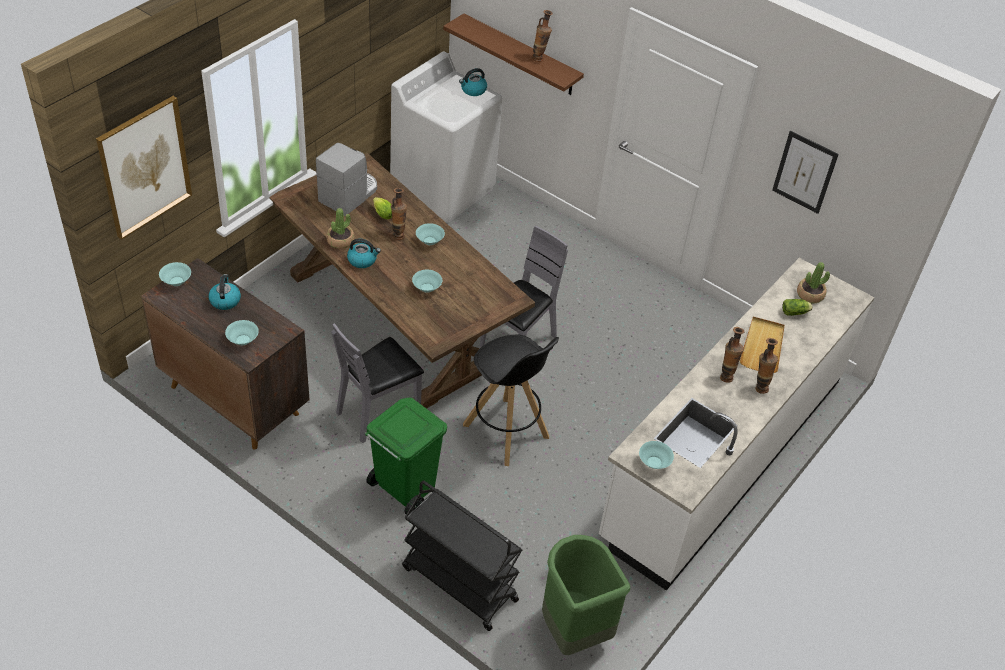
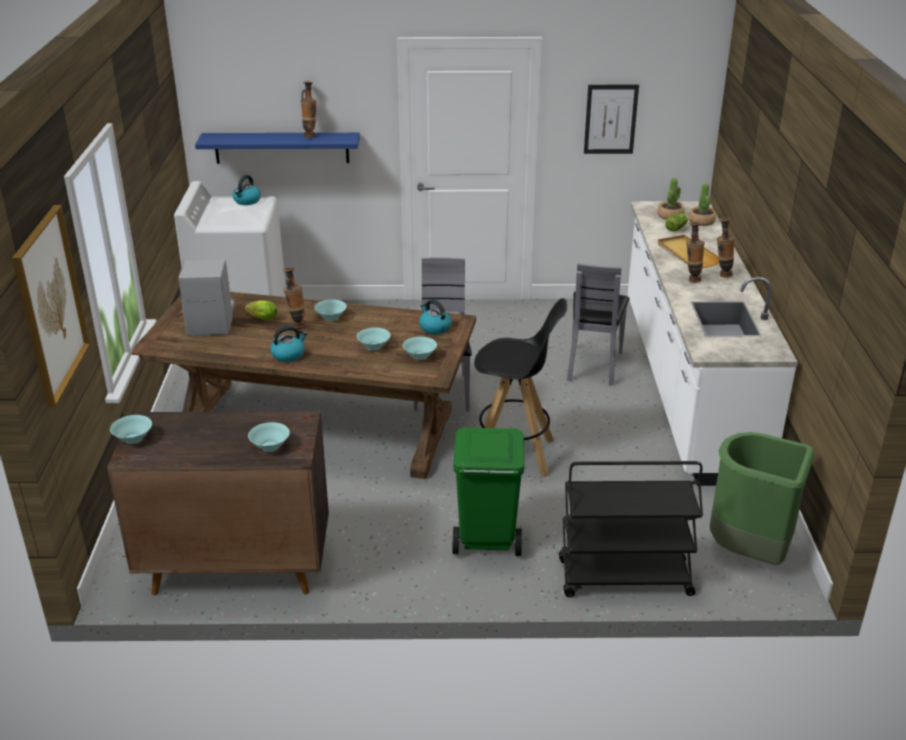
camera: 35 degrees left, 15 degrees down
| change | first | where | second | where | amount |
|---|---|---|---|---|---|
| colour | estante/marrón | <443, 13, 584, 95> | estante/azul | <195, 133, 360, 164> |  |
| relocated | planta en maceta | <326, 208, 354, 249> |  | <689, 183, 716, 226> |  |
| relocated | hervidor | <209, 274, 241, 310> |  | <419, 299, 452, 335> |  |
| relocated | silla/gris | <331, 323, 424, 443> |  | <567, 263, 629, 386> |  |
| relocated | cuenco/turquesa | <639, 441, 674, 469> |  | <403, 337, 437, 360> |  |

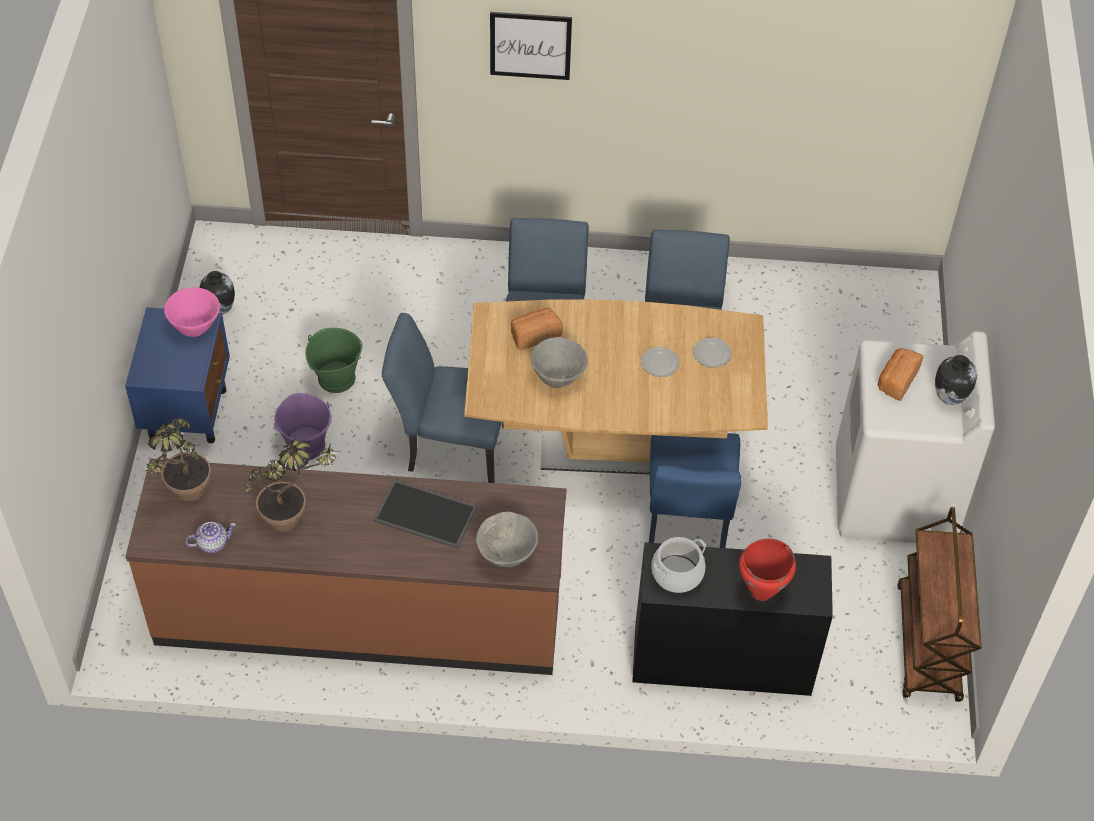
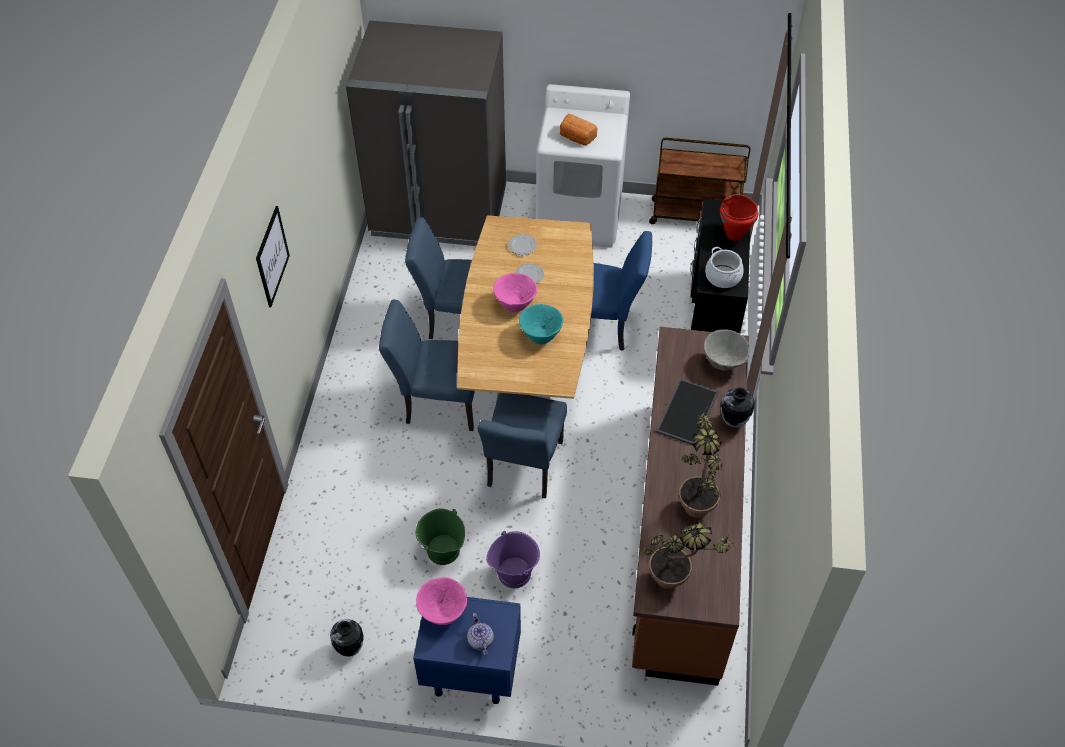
camera: 85 degrees left, 0 degrees up
| change | first | where | second | where | amount |
|---|---|---|---|---|---|
| missing | pan | <511, 308, 563, 350> |  |  |  |
| colour | cuenco/gris | <531, 337, 588, 388> | cuenco/turquesa | <519, 304, 563, 344> |  |
| relocated | florero | <935, 355, 977, 405> |  | <721, 387, 755, 427> |  |
| relocated | tetera | <185, 522, 236, 553> |  | <467, 613, 494, 656> |  |
| appeared |  |  | nevera/gris | <346, 21, 506, 246> |  |
| appeared |  |  | cuenco/rosa | <493, 273, 537, 312> |  |

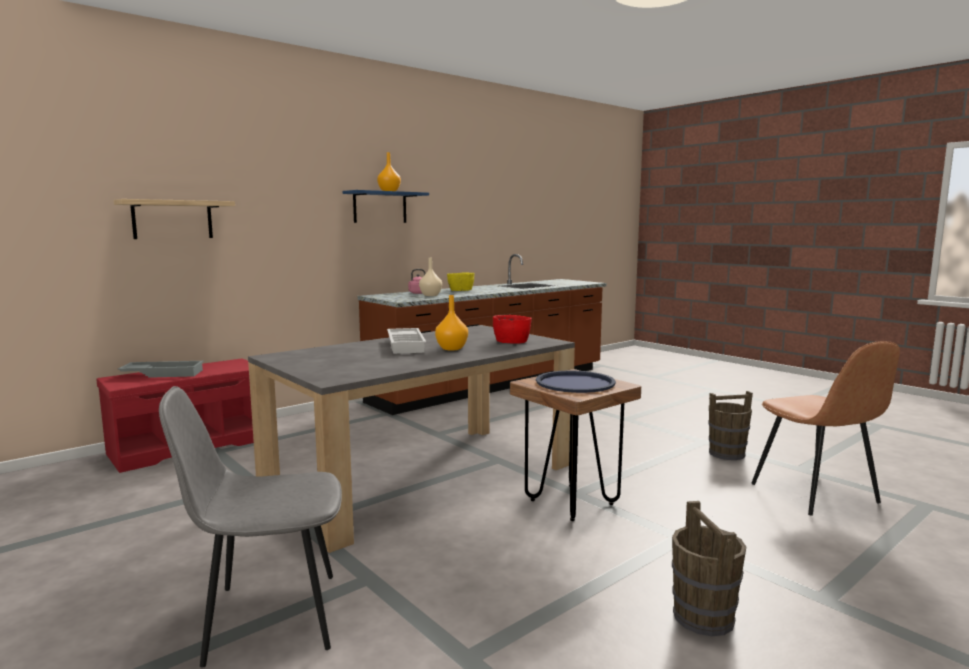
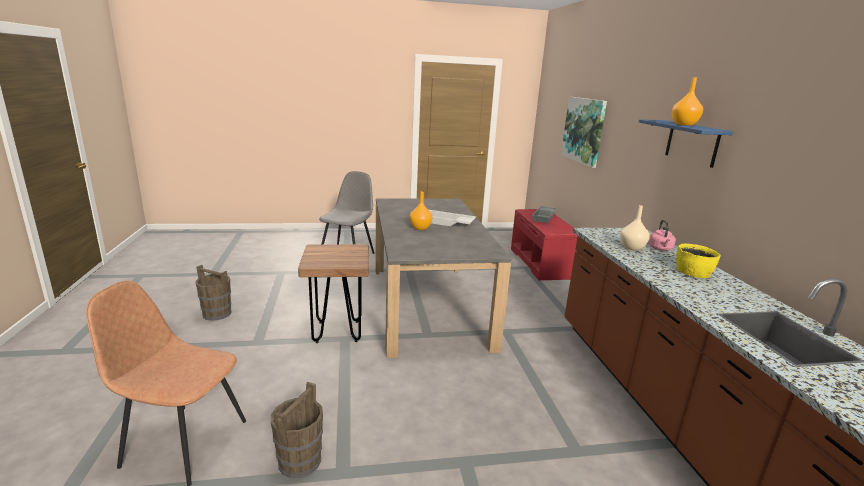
camera: 120 degrees right, 10 degrees up
| change | first | where | second | where | amount |
|---|---|---|---|---|---|
| exchanged | estante | <114, 199, 235, 239> | cuadro | <561, 97, 607, 168> |  |
| missing | cuenco/rojo | <493, 315, 532, 344> |  |  |  |
| missing | bandeja/azul | <536, 370, 616, 393> |  |  |  |

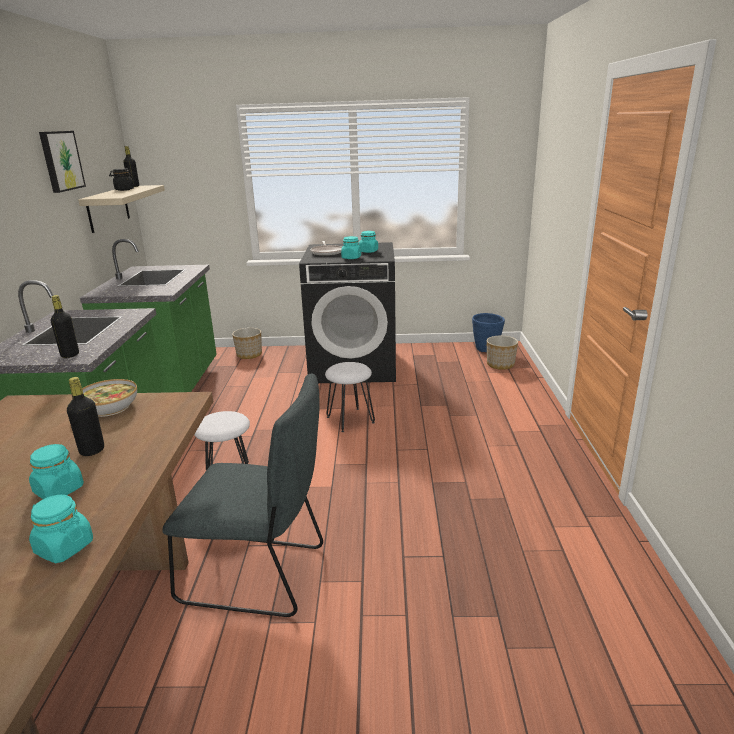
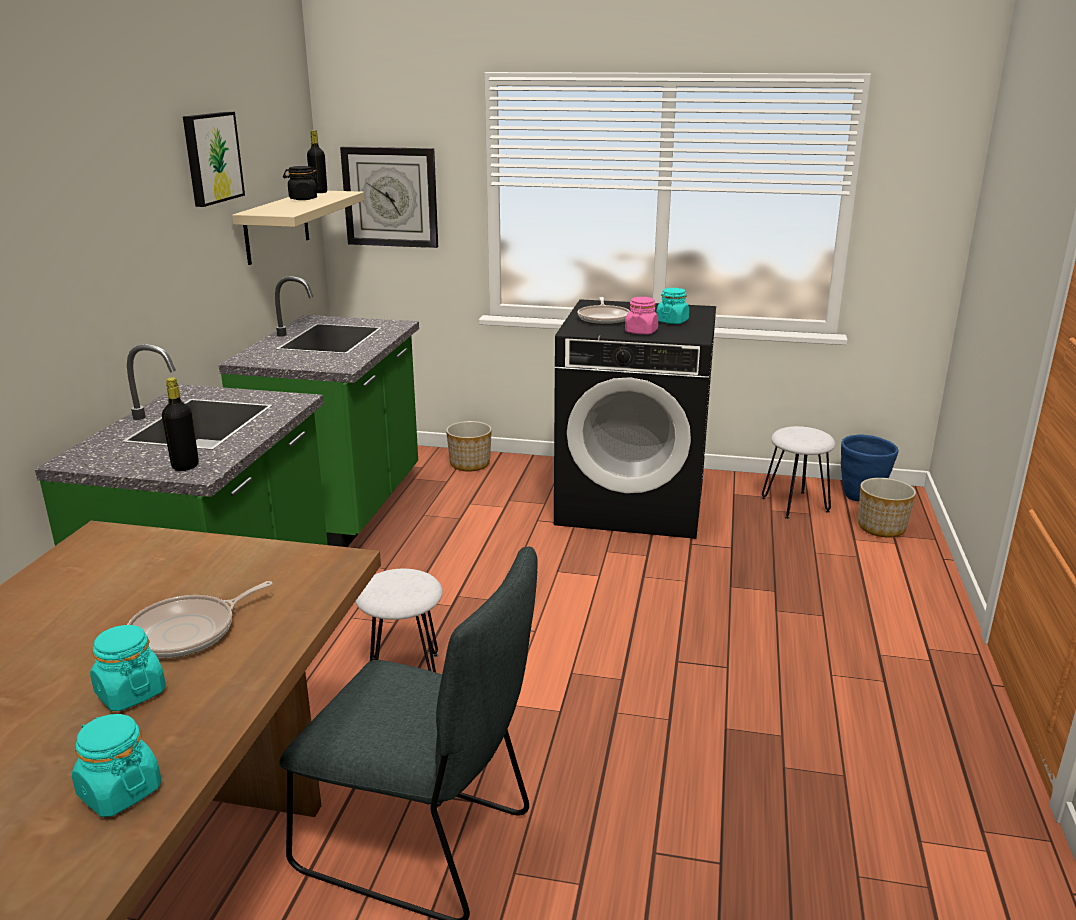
camera: 10 degrees right, 0 degrees up
| change | first | where | second | where | amount |
|---|---|---|---|---|---|
| colour | tarro/turquesa | <341, 236, 361, 259> | tarro/rosa | <625, 297, 658, 334> |  |
| relocated | taburete/blanco | <325, 362, 375, 432> |  | <762, 426, 836, 519> |  |
| exchanged | botella/negro | <67, 377, 104, 456> | sartén | <127, 581, 273, 658> |  |
| missing | cuenco | <82, 379, 137, 417> |  |  |  |
| appeared |  |  | reloj de pared | <340, 147, 438, 248> |  |

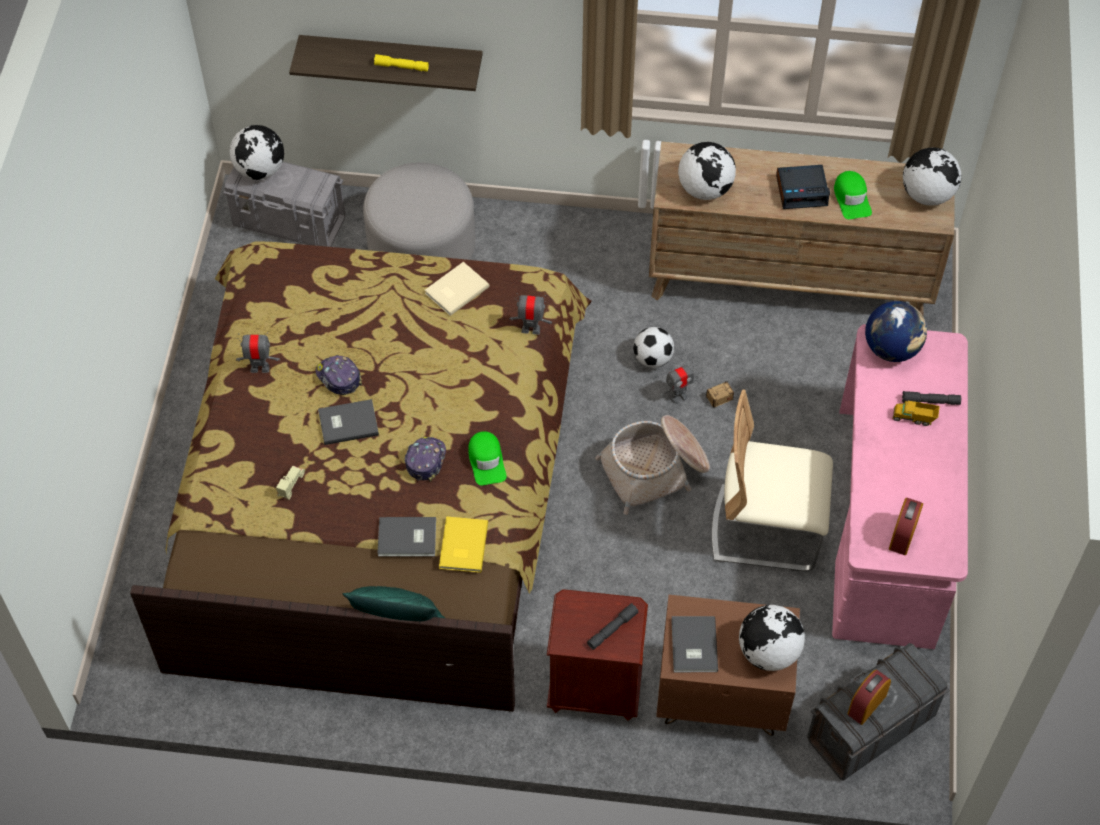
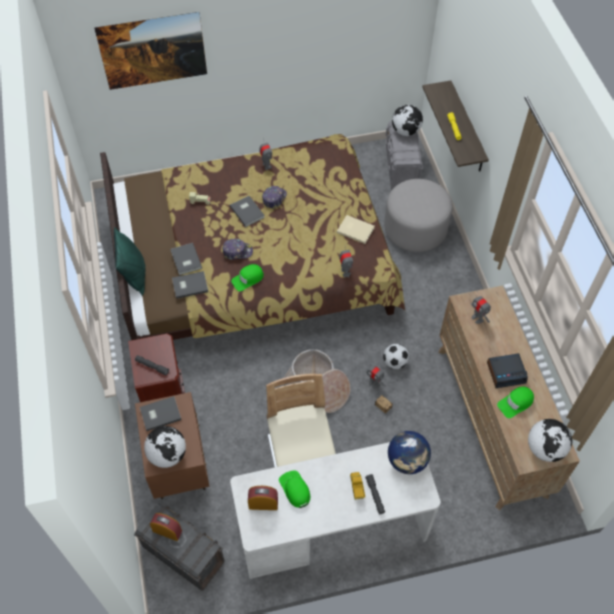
camera: 70 degrees right, 0 degrees up
| change | first | where | second | where | amount |
|---|---|---|---|---|---|
| exchanged | globo terráqueo | <678, 142, 736, 200> | robot de juguete | <470, 291, 491, 324> |  |
| spun | despertador | <776, 165, 830, 209> |  | <487, 353, 528, 388> | 75 degrees counterclockwise |
| colour | escritorio/rosa | <832, 324, 968, 649> | escritorio/blanco | <230, 442, 441, 579> |  |
| colour | libro/amarillo | <439, 516, 488, 573> | libro/gris | <172, 271, 208, 299> |  |
| appeared |  |  | cuadro | <94, 12, 207, 90> |  |
| appeared |  |  | gorra/verde | <279, 471, 310, 508> |  |

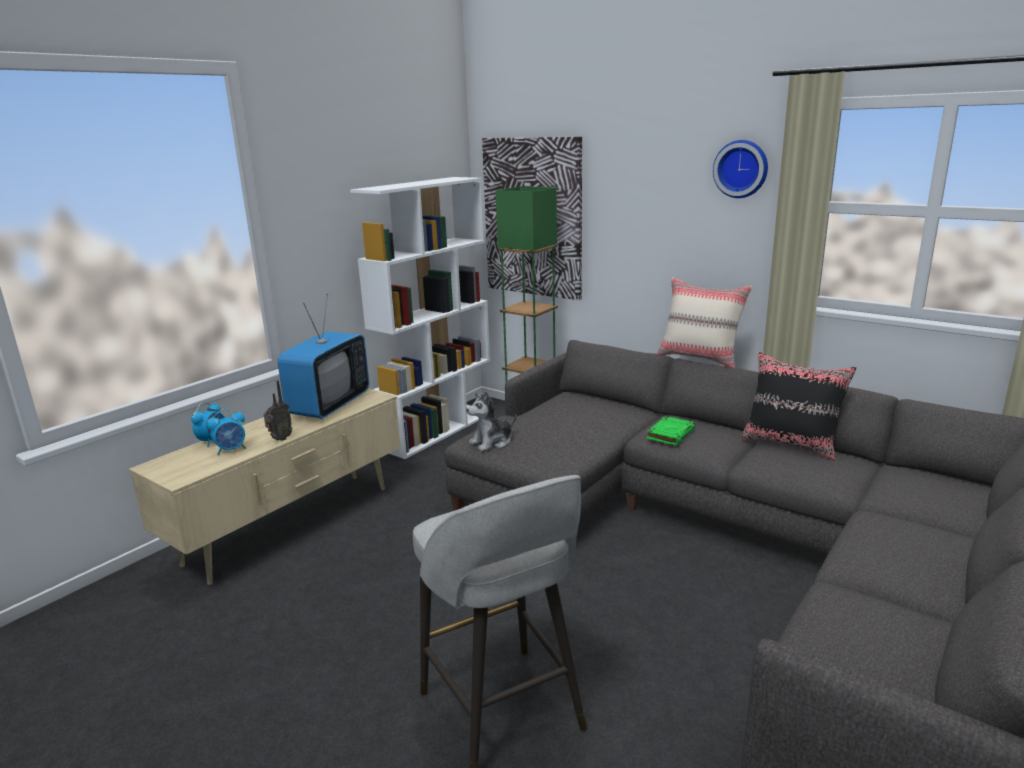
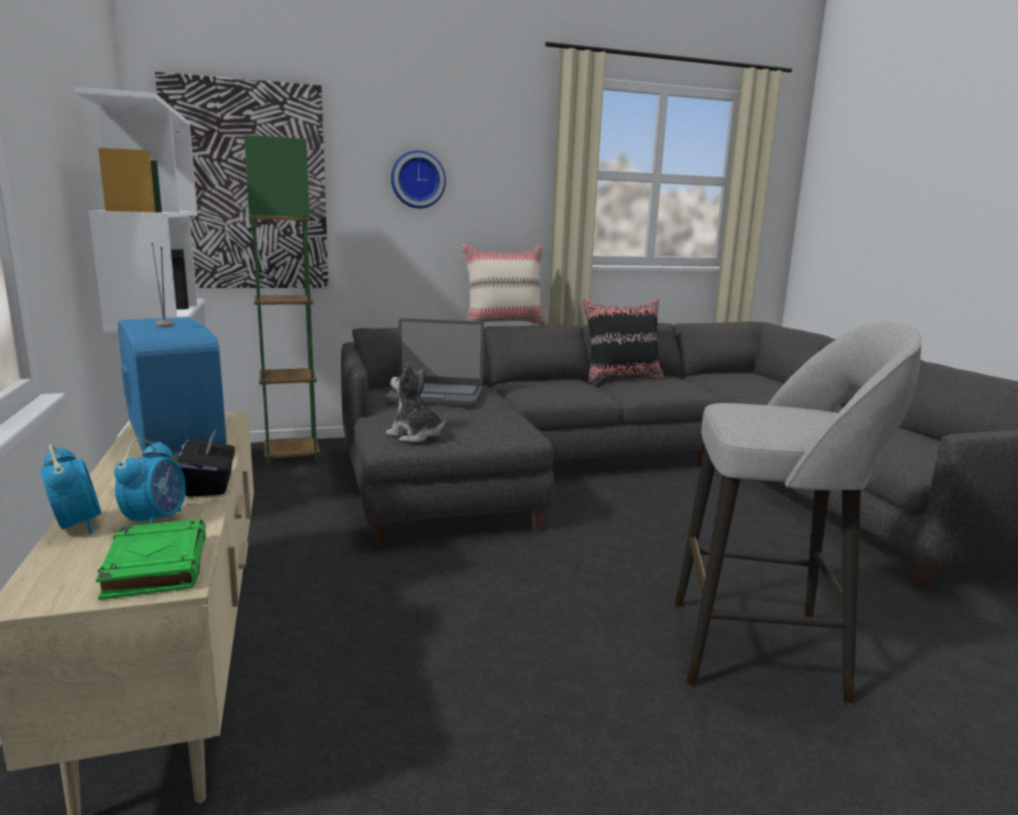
camera: 55 degrees left, 5 degrees down
| change | first | where | second | where | amount |
|---|---|---|---|---|---|
| relocated | reloj de pared | <713, 140, 768, 198> |  | <391, 150, 446, 208> |  |
| exchanged | radio | <264, 380, 293, 441> | caja de pañuelos/negro | <177, 429, 235, 497> |  |
| spun | peluche | <467, 391, 516, 451> |  | <386, 363, 446, 442> | 120 degrees clockwise |
| relocated | libro/verde | <647, 416, 695, 446> |  | <96, 519, 206, 600> |  |
| appeared |  |  | portátil | <384, 318, 484, 406> |  |

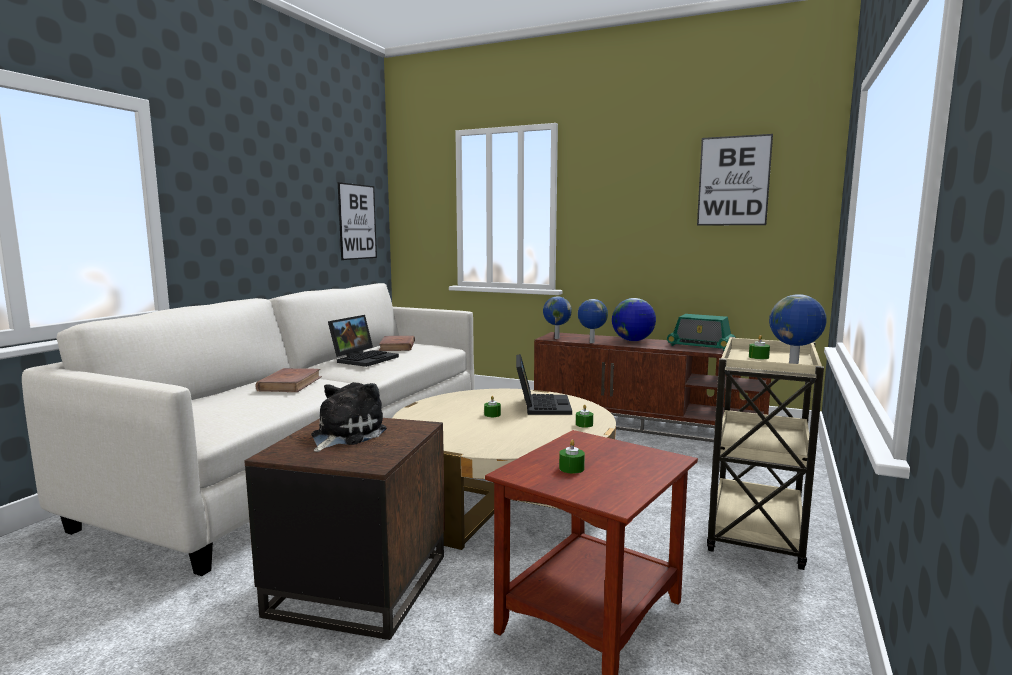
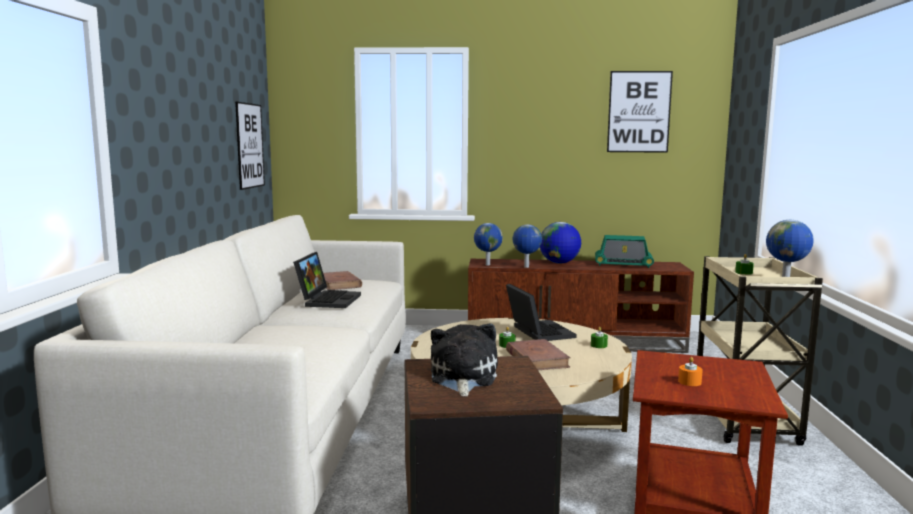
camera: 20 degrees left, 0 degrees up
| change | first | where | second | where | amount |
|---|---|---|---|---|---|
| relocated | libro/marrón | <255, 368, 322, 392> |  | <506, 339, 570, 370> |  |
| colour | vela/verde | <559, 440, 585, 474> | vela/naranja | <678, 357, 703, 386> |  |

